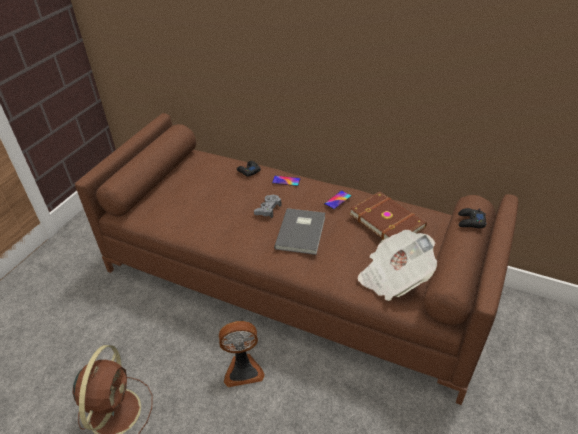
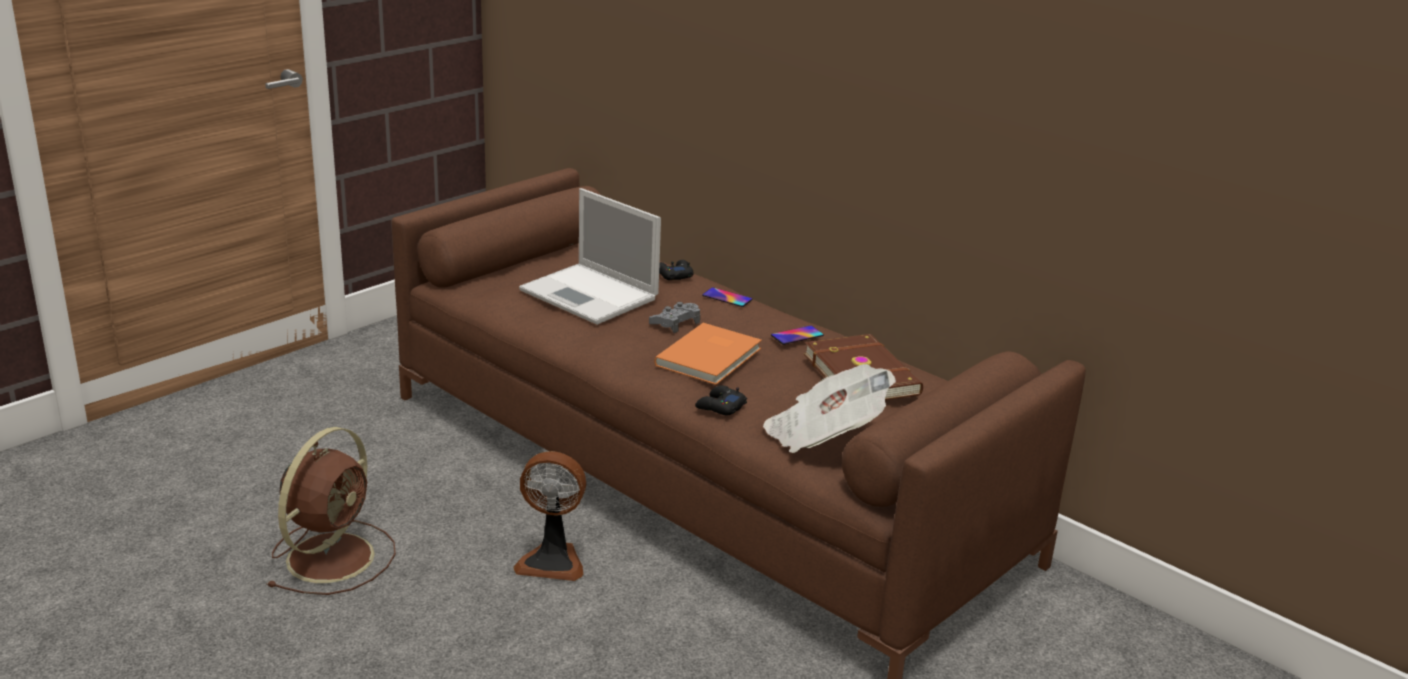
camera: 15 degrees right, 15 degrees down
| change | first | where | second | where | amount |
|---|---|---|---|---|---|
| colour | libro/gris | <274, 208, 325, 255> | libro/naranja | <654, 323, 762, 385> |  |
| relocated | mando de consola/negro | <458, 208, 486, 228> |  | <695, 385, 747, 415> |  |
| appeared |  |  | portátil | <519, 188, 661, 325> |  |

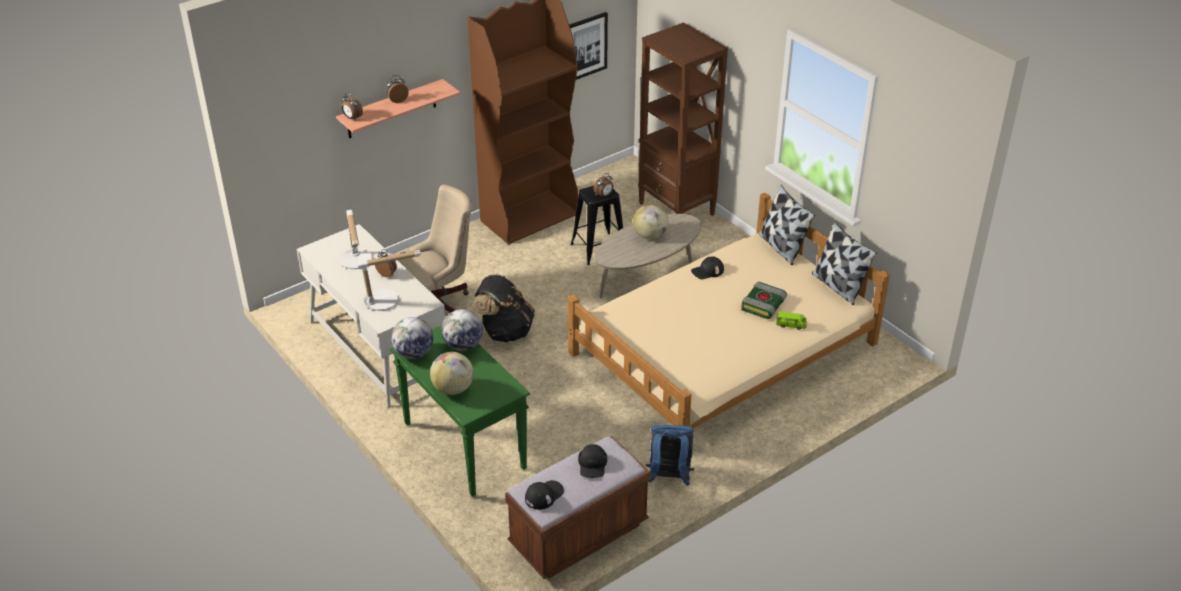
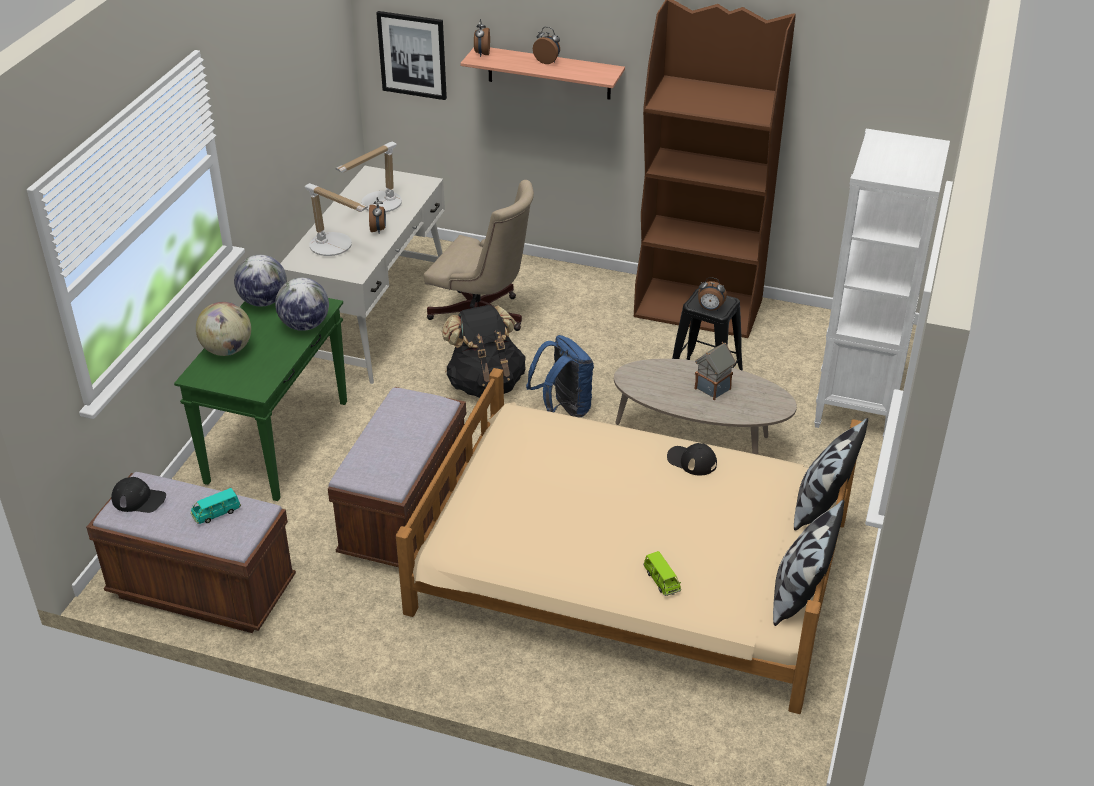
camera: 55 degrees right, 0 degrees up
| change | first | where | second | where | amount |
|---|---|---|---|---|---|
| relocated | cuadro | <569, 12, 608, 80> |  | <376, 11, 447, 100> |  |
| colour | estantería/marrón | <638, 22, 728, 216> | estantería/blanco | <814, 129, 950, 438> |  |
| exchanged | globo terráqueo | <633, 204, 669, 239> | casita | <694, 342, 736, 400> |  |
| missing | libro | <741, 281, 787, 319> |  |  |  |
| relocated | mochila/azul | <645, 425, 694, 486> |  | <526, 335, 594, 418> |  |
| exchanged | gorra/negro | <578, 444, 607, 478> | coche de juguete/turquesa | <191, 488, 241, 524> |  |
| appeared |  |  | banco/marrón | <328, 387, 466, 567> |  |

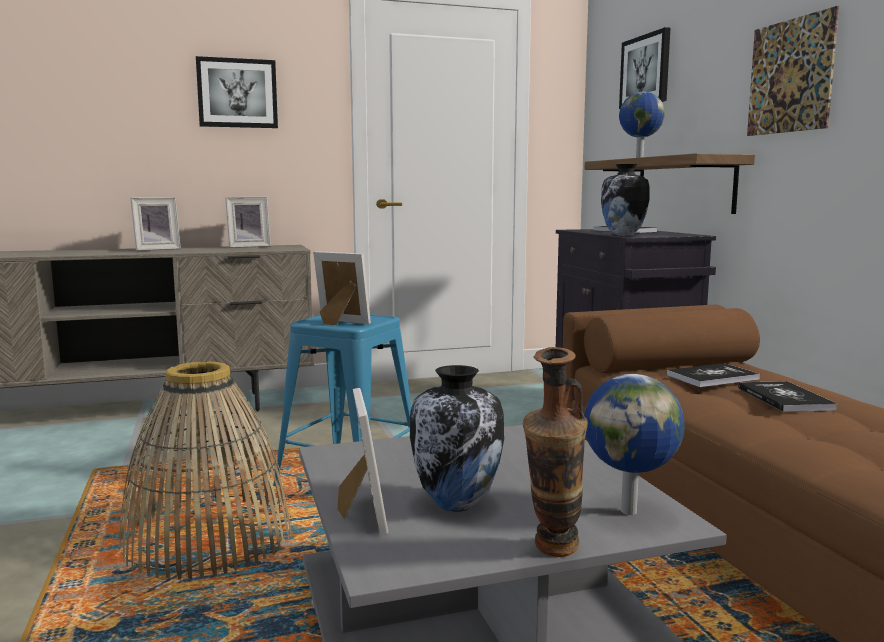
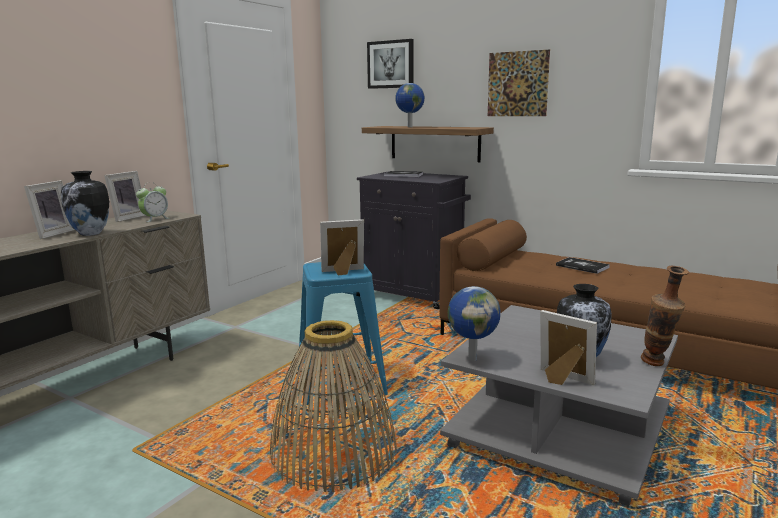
camera: 40 degrees left, 5 degrees up
| change | first | where | second | where | amount |
|---|---|---|---|---|---|
| missing | cuadro | <196, 56, 278, 128> |  |  |  |
| relocated | florero | <601, 164, 650, 236> |  | <61, 171, 109, 236> |  |
| missing | libro | <666, 363, 760, 387> |  |  |  |
| relocated | globo terráqueo | <584, 374, 685, 515> |  | <448, 286, 500, 361> |  |
| appeared |  |  | despertador | <136, 182, 169, 222> |  |

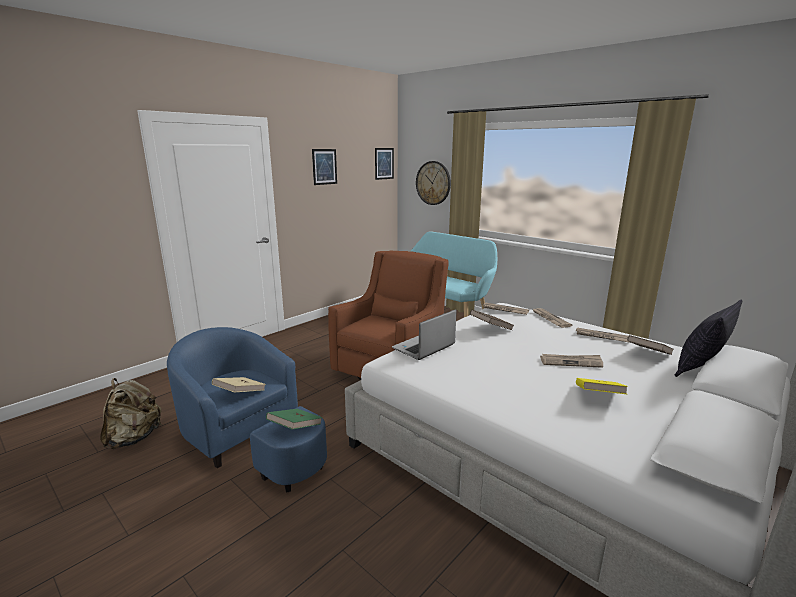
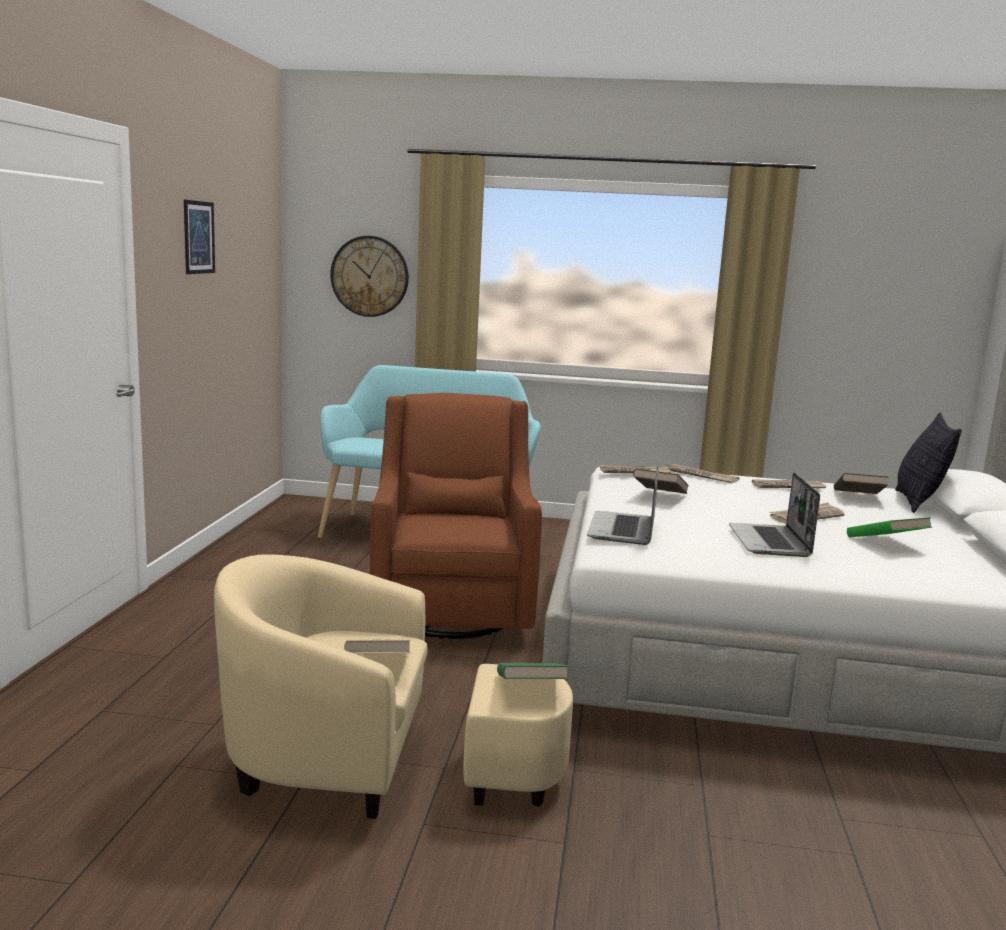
camera: 35 degrees left, 5 degrees down
| change | first | where | second | where | amount |
|---|---|---|---|---|---|
| missing | cuadro | <375, 148, 394, 180> |  |  |  |
| colour | sillón/azul | <167, 327, 327, 493> | sillón/beis | <214, 554, 573, 819> |  |
| missing | mochila/beis | <100, 378, 162, 449> |  |  |  |
| colour | libro/amarillo | <576, 378, 628, 394> | libro/verde | <847, 517, 932, 537> |  |
| appeared |  |  | portátil | <729, 472, 820, 557> |  |

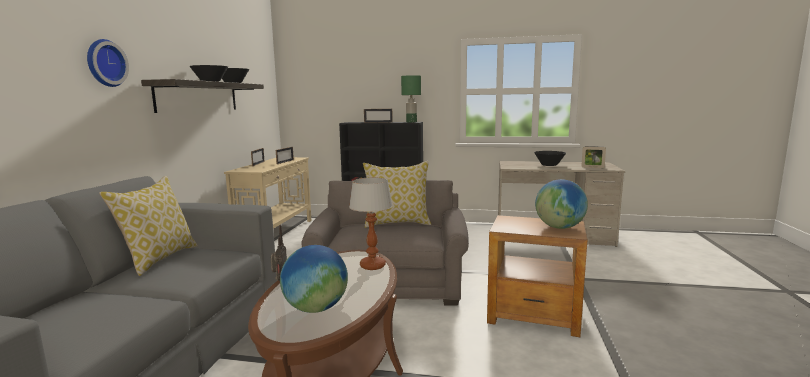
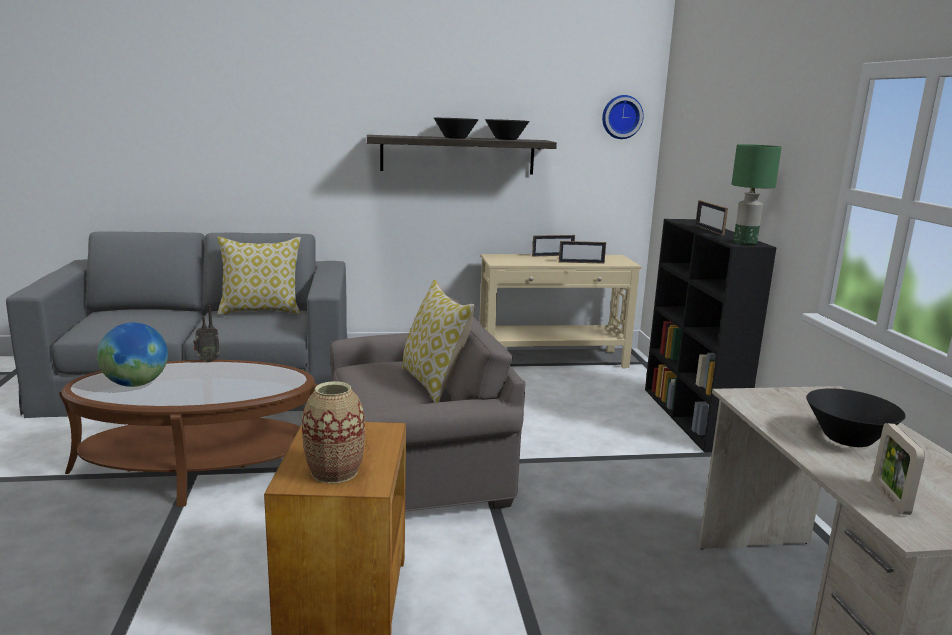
camera: 70 degrees right, 5 degrees up
| change | first | where | second | where | amount |
|---|---|---|---|---|---|
| relocated | reloj de pared | <87, 39, 129, 87> |  | <602, 95, 644, 139> |  |
| missing | lámpara de mesa | <349, 177, 393, 270> |  |  |  |
| exchanged | globo terráqueo | <535, 179, 588, 229> | florero | <302, 381, 365, 483> |  |

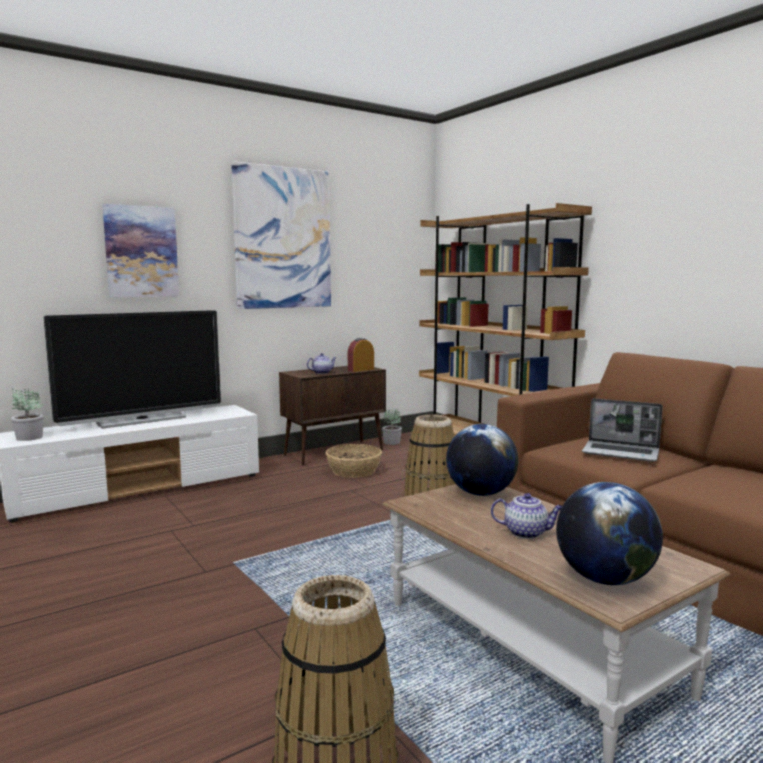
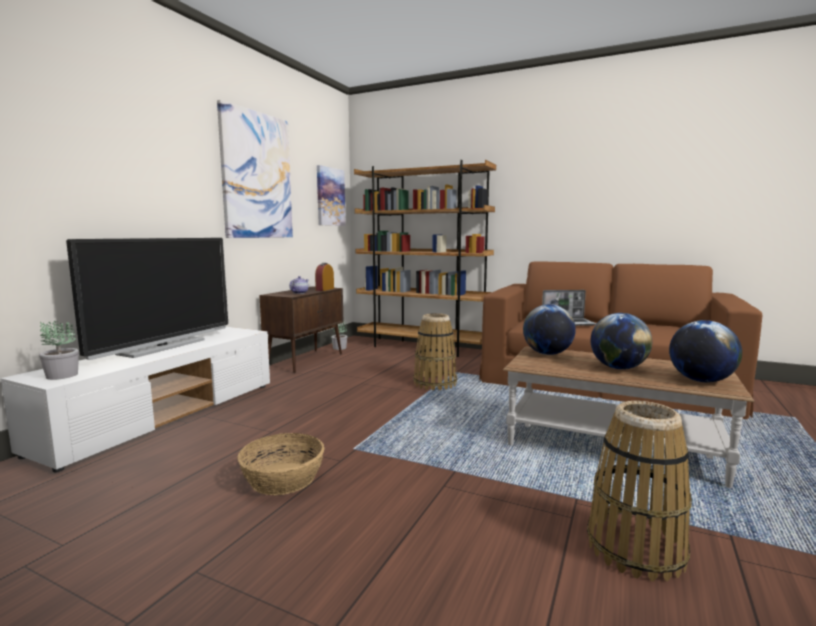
camera: 30 degrees left, 0 degrees up
| change | first | where | second | where | amount |
|---|---|---|---|---|---|
| relocated | cuadro | <102, 204, 179, 298> |  | <317, 165, 346, 226> |  |
| relocated | cesta | <326, 444, 382, 478> |  | <237, 433, 325, 495> |  |
| exchanged | tetera | <491, 493, 562, 539> | globo terráqueo | <590, 313, 652, 369> |  |

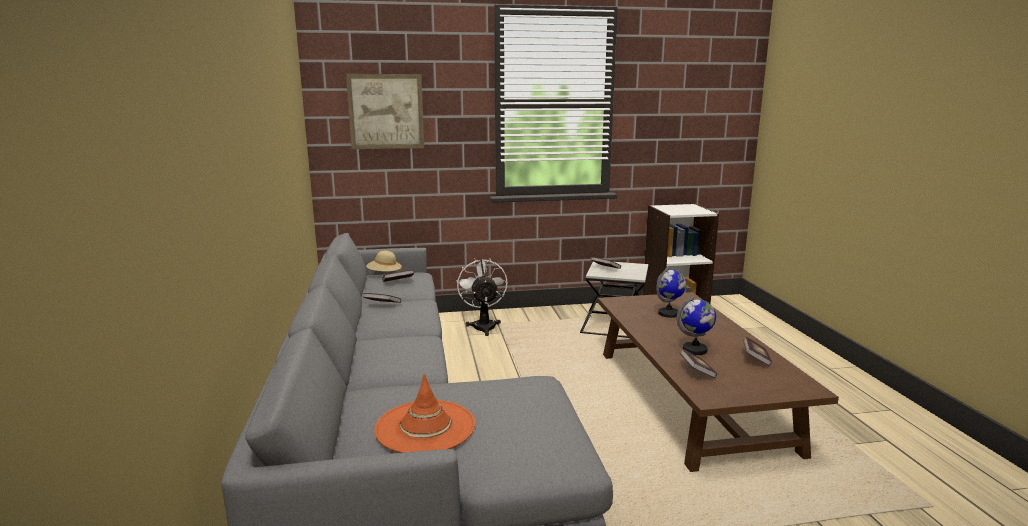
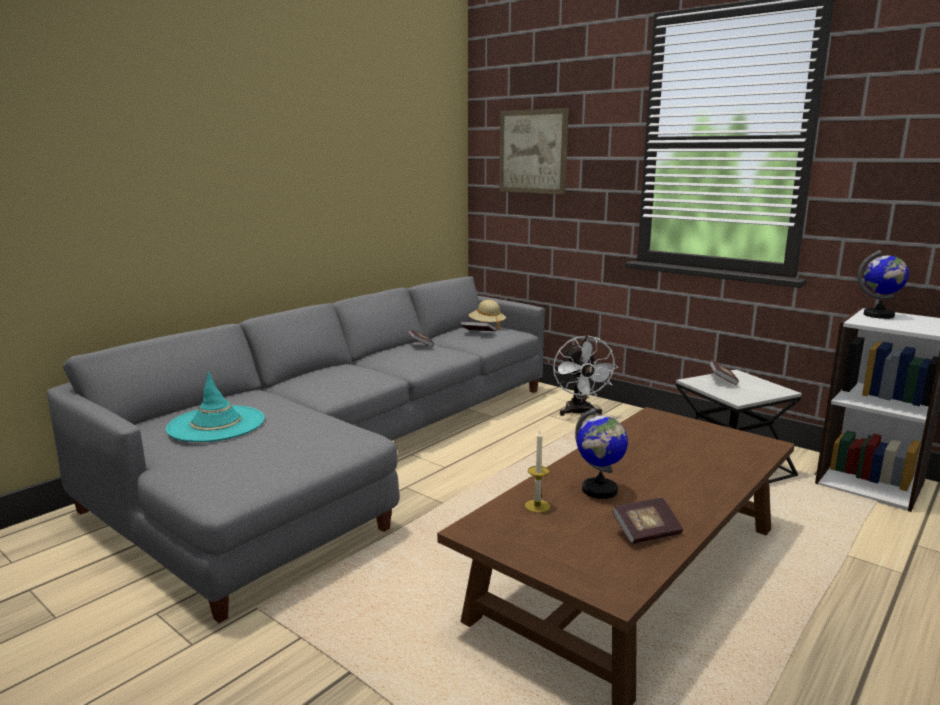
camera: 50 degrees right, 0 degrees up
| change | first | where | second | where | amount |
|---|---|---|---|---|---|
| spun | ventilador/blanco | <457, 258, 507, 336> |  | <553, 335, 618, 416> | 135 degrees clockwise |
| relocated | globo terráqueo | <656, 268, 687, 318> |  | <857, 250, 909, 319> |  |
| exchanged | libro | <680, 349, 717, 378> | vela | <525, 431, 550, 513> |  |
| colour | sombrero/naranja | <375, 373, 475, 453> | sombrero/turquesa | <166, 371, 265, 442> |  |

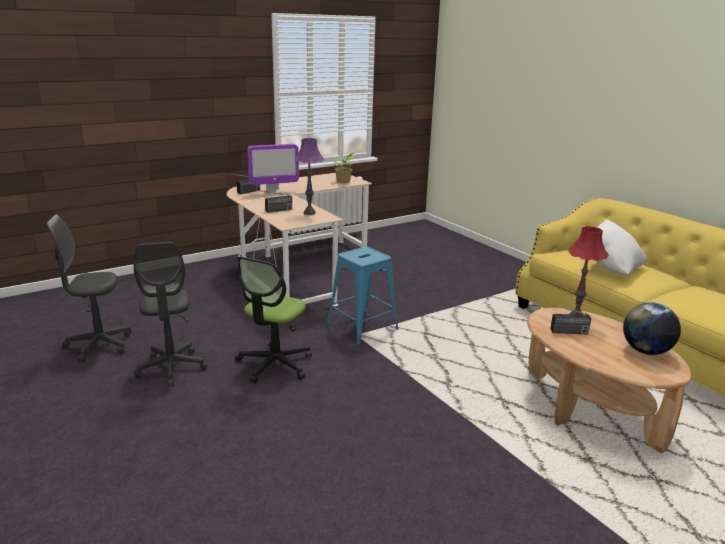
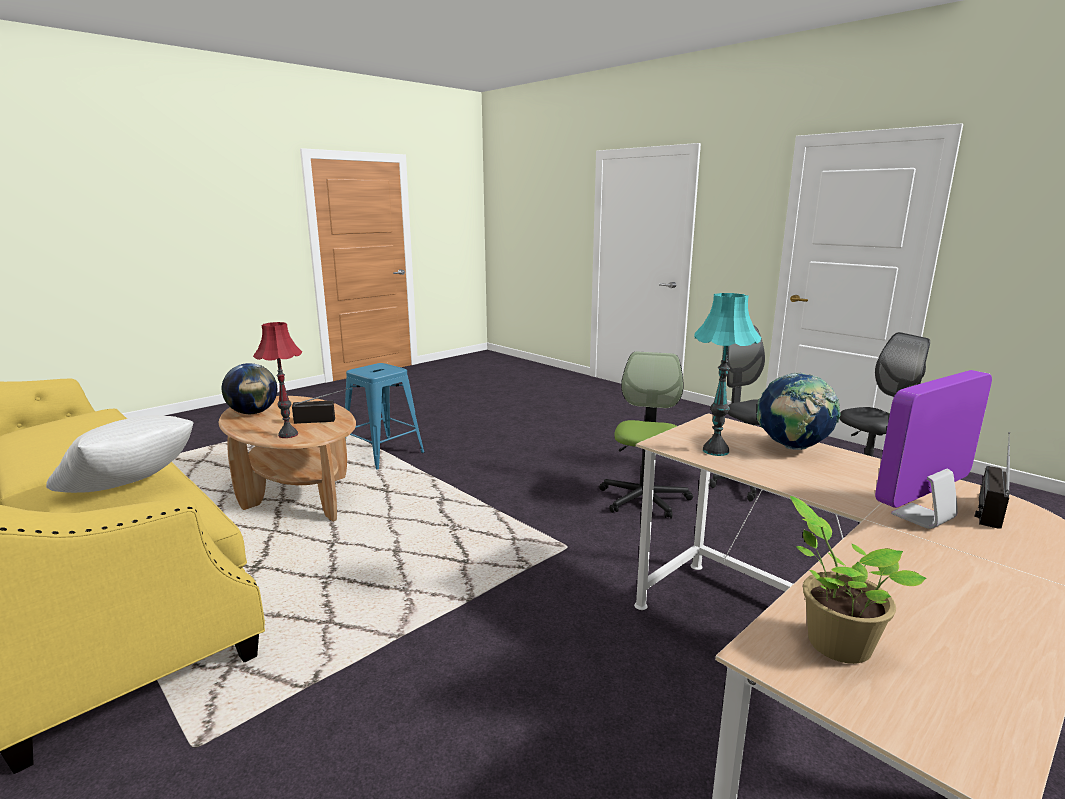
camera: 170 degrees right, 5 degrees down
| change | first | where | second | where | amount |
|---|---|---|---|---|---|
| colour | lámpara de mesa/morado | <294, 138, 324, 215> | lámpara de mesa/turquesa | <694, 293, 761, 456> |  |
| exchanged | radio | <251, 189, 292, 213> | globo terráqueo | <756, 373, 841, 450> |  |
| relocated | taburete/azul | <327, 247, 398, 345> |  | <345, 363, 424, 470> |  |

